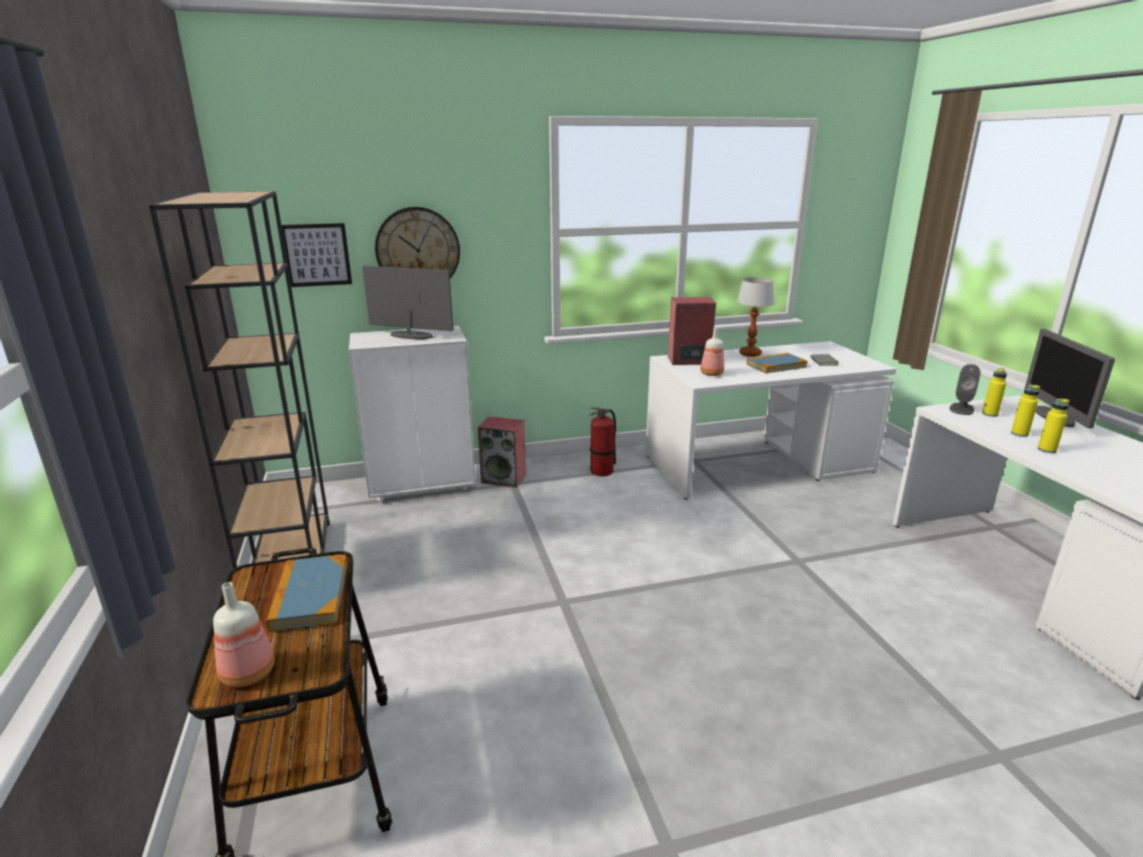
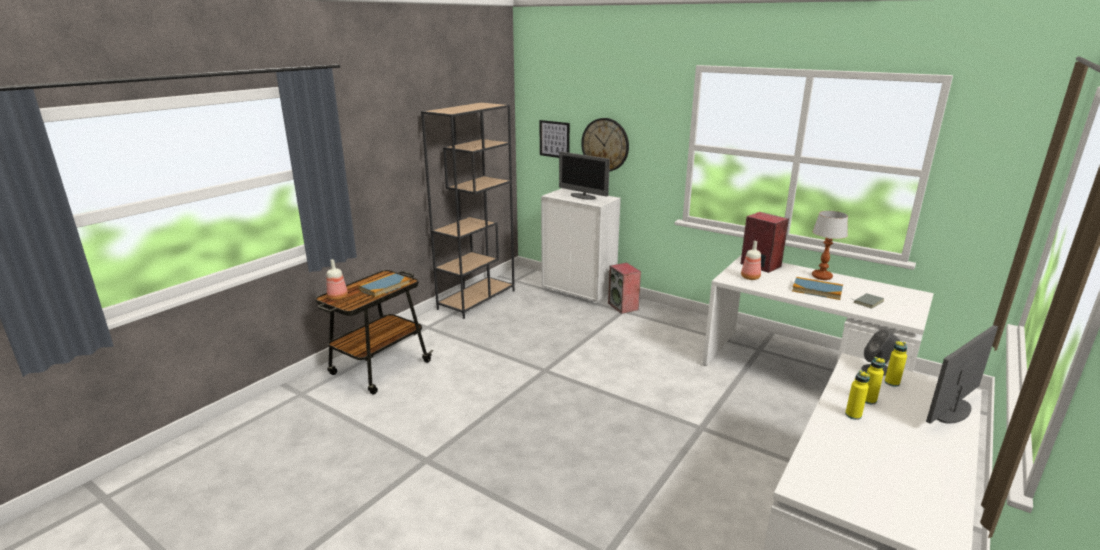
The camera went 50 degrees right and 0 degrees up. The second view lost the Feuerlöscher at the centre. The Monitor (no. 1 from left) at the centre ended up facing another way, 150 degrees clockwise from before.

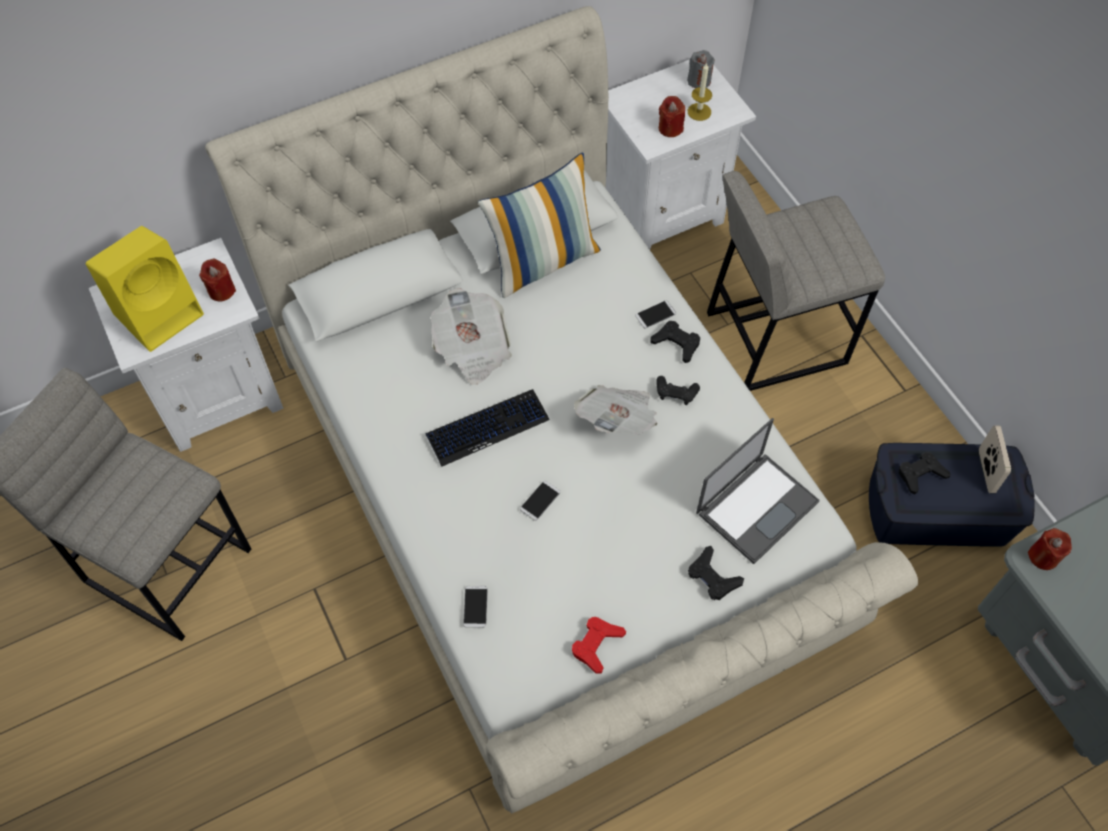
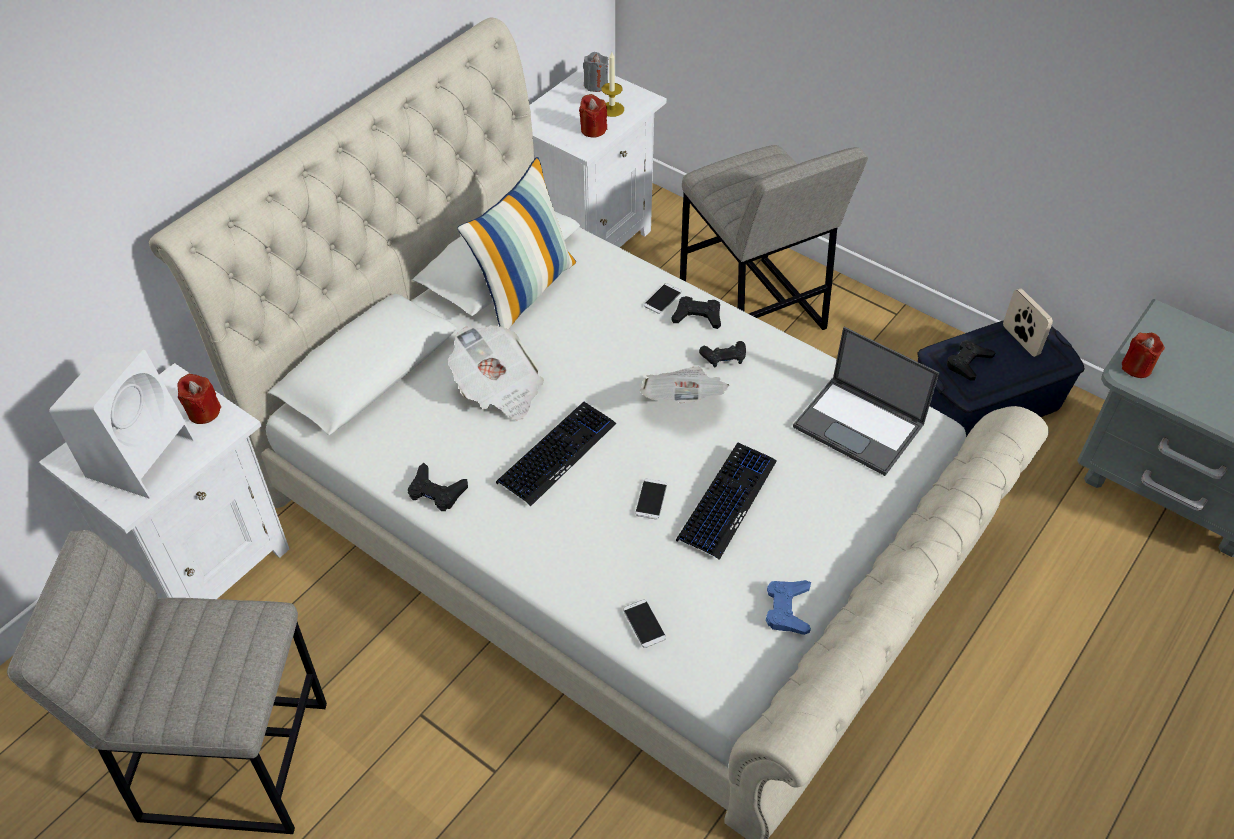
The camera went 25 degrees left and 10 degrees down. The second view gained the Tastatur (no. 2 from left) at the centre. The Gamepad [schwarz] (no. 3 from left in the first image) ended up elsewhere, having gone from the bottom centre to the centre. What was the Lautsprecher [gelb] at the middle left turned into the Lautsprecher [weiß] at the middle left. What was the Gamepad [rot] at the bottom centre turned into the Gamepad [blau] at the bottom centre. The Laptop at the middle right ended up facing another way, 105 degrees clockwise from before. The Stuhl [grau] (no. 2 from left) at the middle right ended up facing another way, 75 degrees counterclockwise from before.

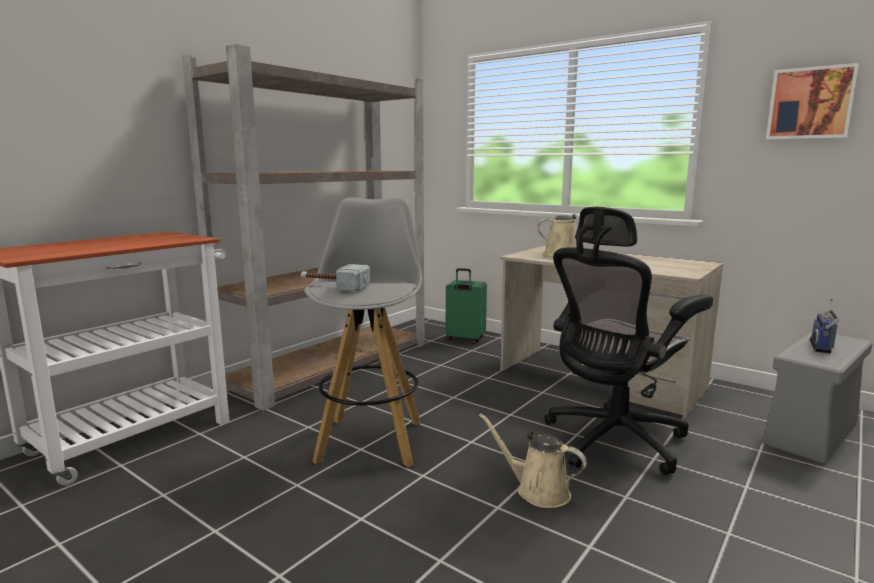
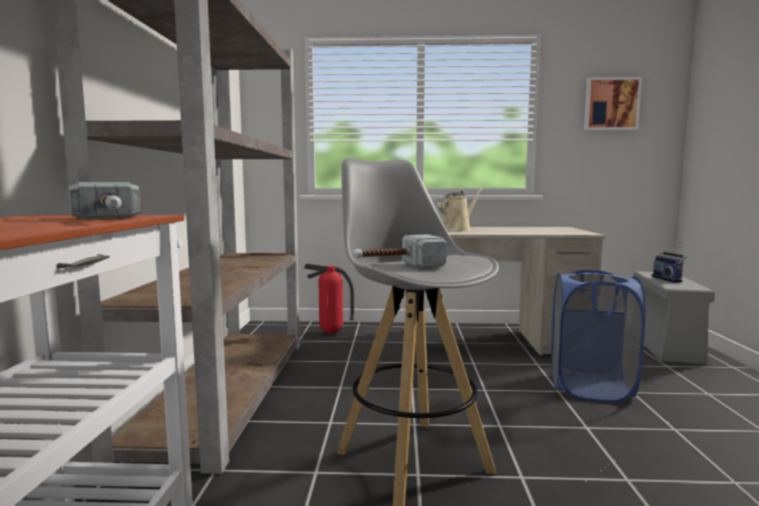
The camera went 35 degrees left and 5 degrees down. The second view lost the Gießkanne [beige] (no. 1 from left) at the bottom centre. The second view gained the Hammer (no. 1 from left) at the middle left. Where the Koffer [grün] stood at the centre, the Feuerlöscher came to stand at the centre. Where the Bürostuhl stood at the middle right, the Wäschekorb [blau] came to stand at the middle right.

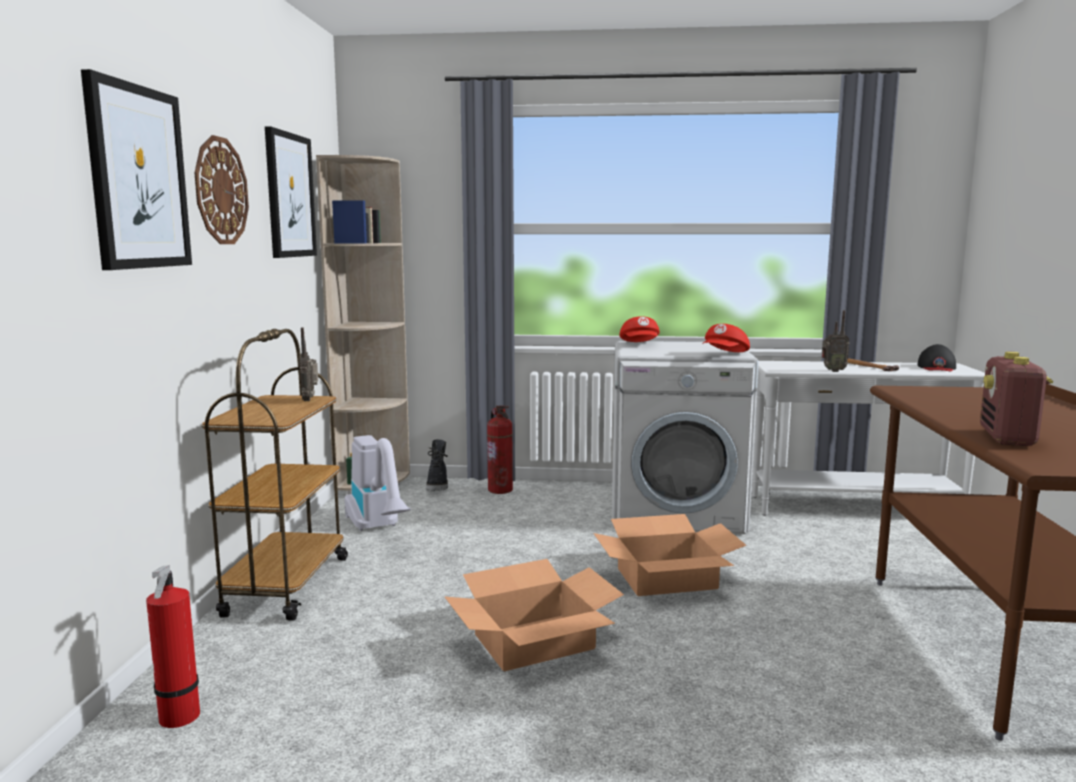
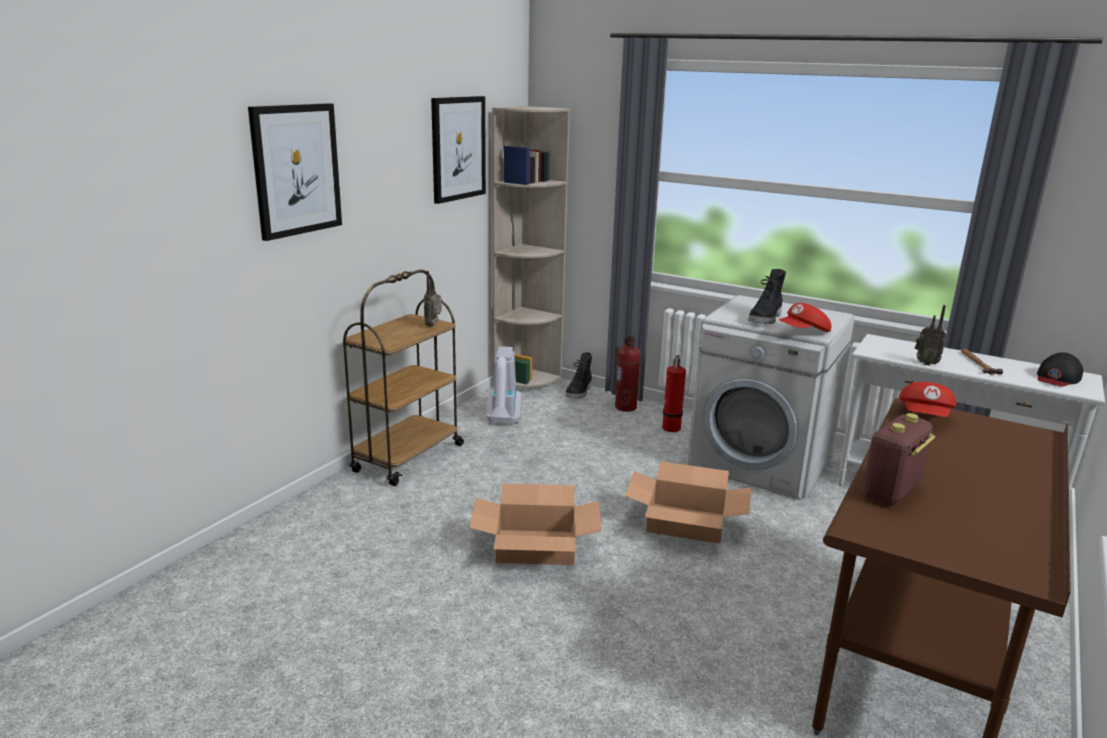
The camera went 25 degrees right and 10 degrees up. The second view lost the Wanduhr at the top left. The second view gained the Stiefel [schwarz] (no. 2 from left) at the middle right. The Feuerlöscher (no. 1 from left in the first image) ended up elsewhere, having gone from the bottom left to the centre. The Kappe [rot] (no. 1 from left in the first image) ended up elsewhere, having gone from the centre to the middle right.

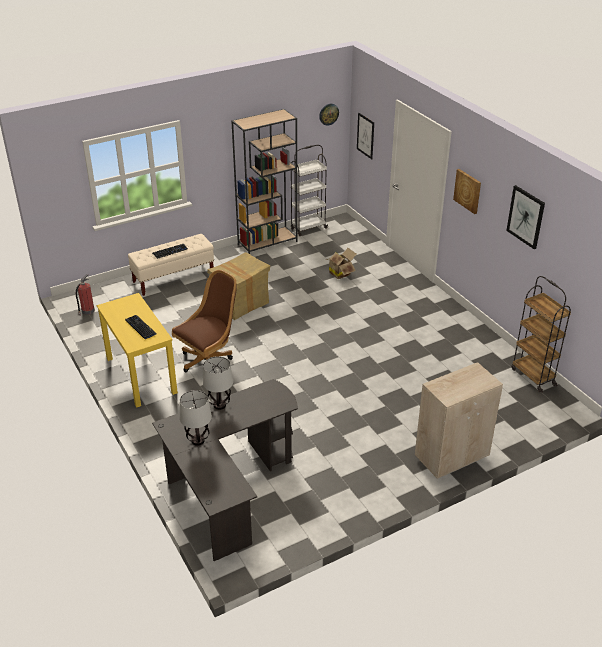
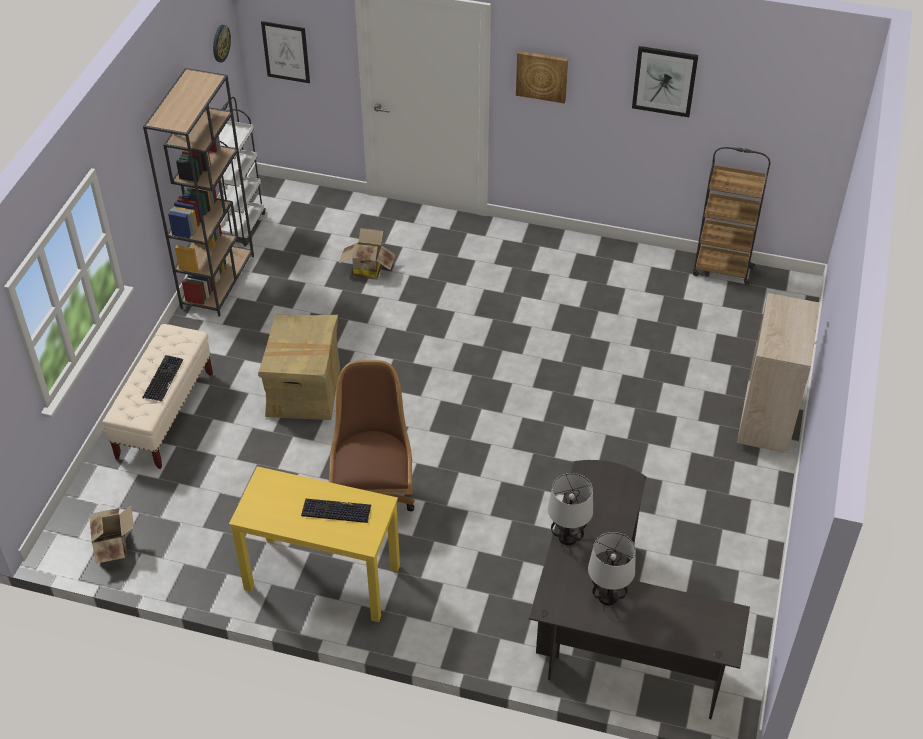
The camera went 45 degrees left and 10 degrees up. Where the Feuerlöscher stood at the middle left, the Karton (no. 1 from left) came to stand at the bottom left.

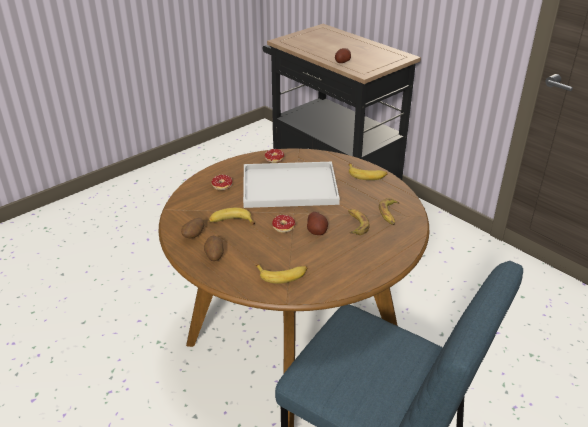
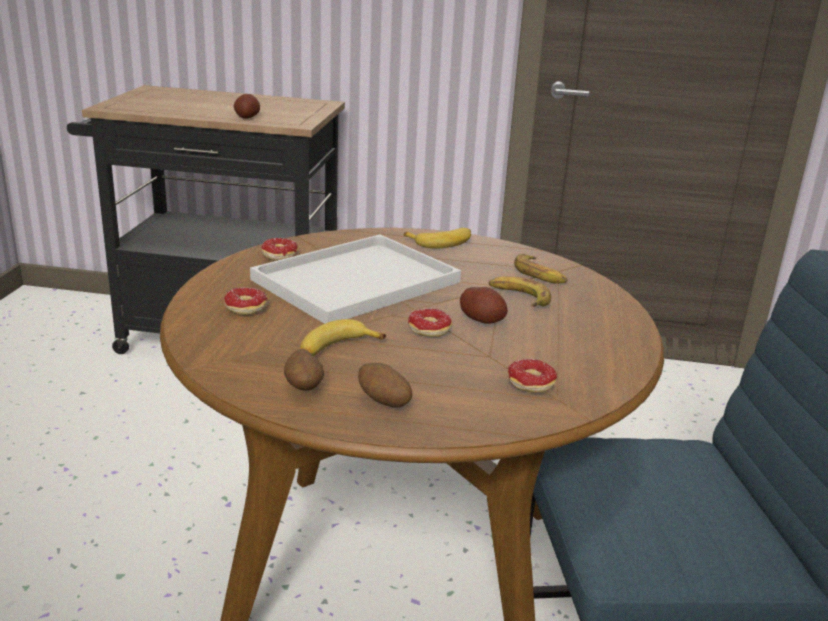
The camera went 40 degrees left and 10 degrees down. Where the Banane (no. 2 from left) stood at the centre, the Donut (no. 4 from left) came to stand at the centre.

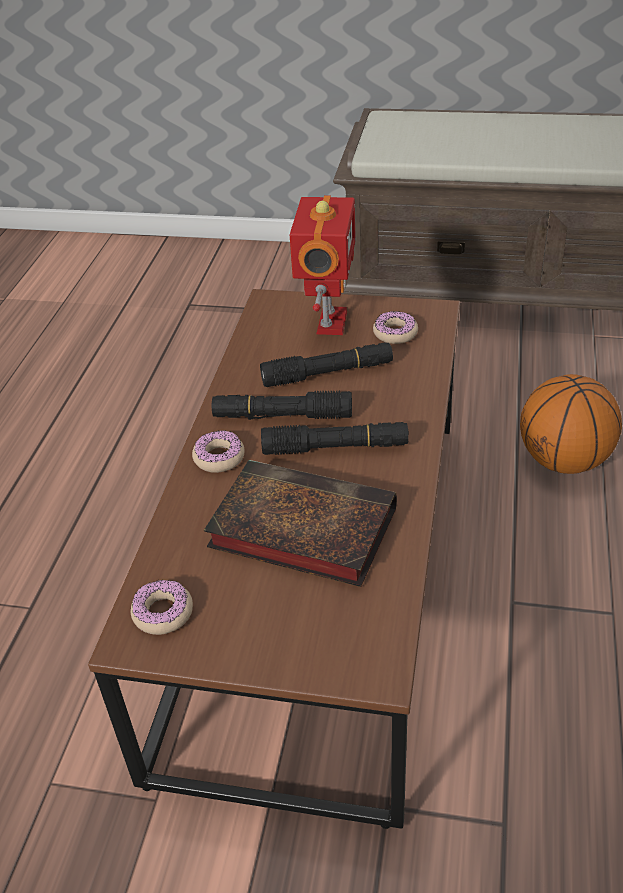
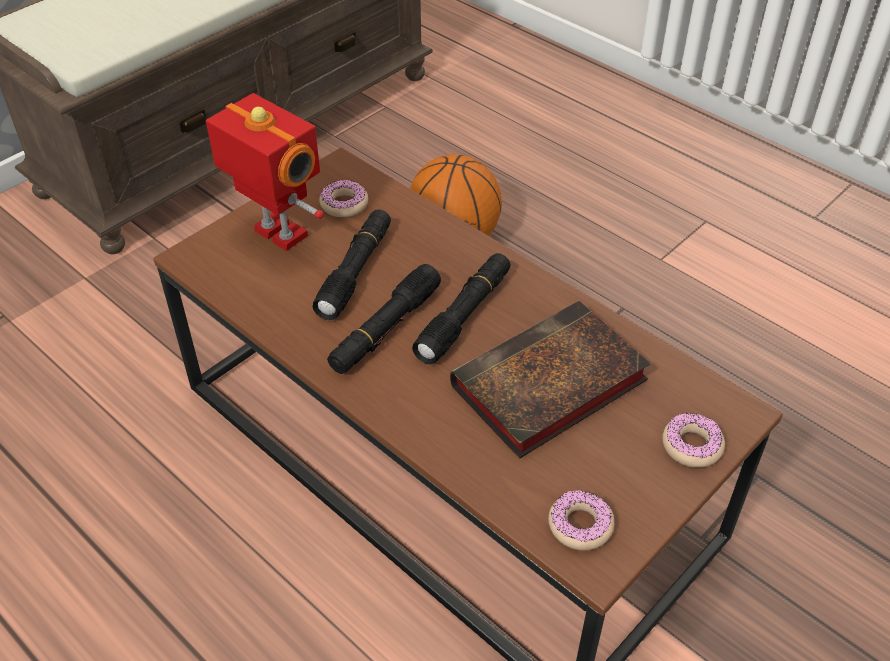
The camera went 60 degrees left and 5 degrees up. The Donut (no. 2 from left in the first image) ended up elsewhere, having gone from the centre to the middle right.

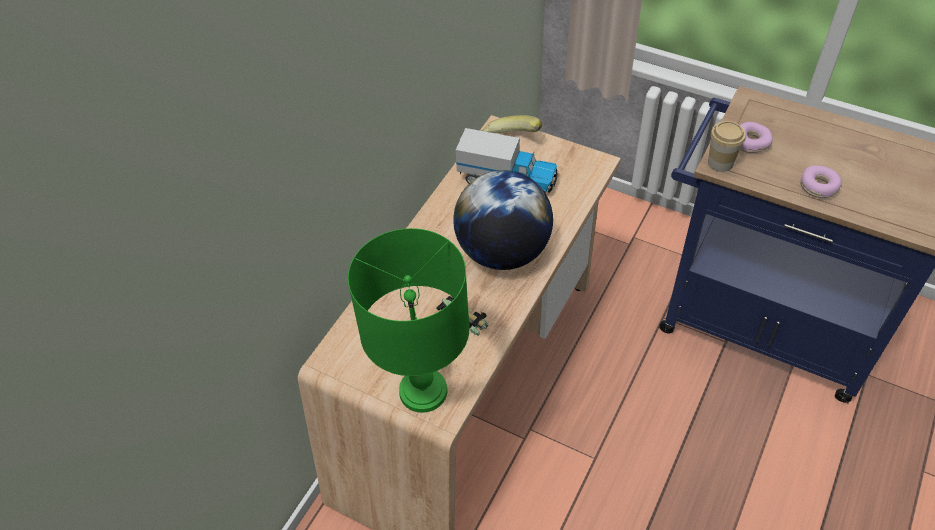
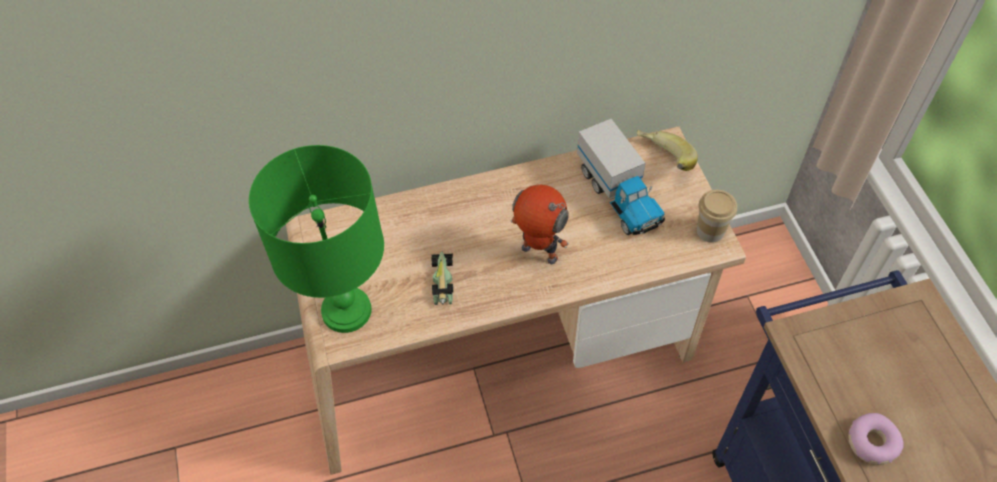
The camera went 45 degrees right and 5 degrees up. The second view lost the Donut (no. 1 from left) at the top right. The Tasse ended up elsewhere, having gone from the top right to the middle right. Where the Globus stood at the centre, the Spielzeugroboter came to stand at the centre.

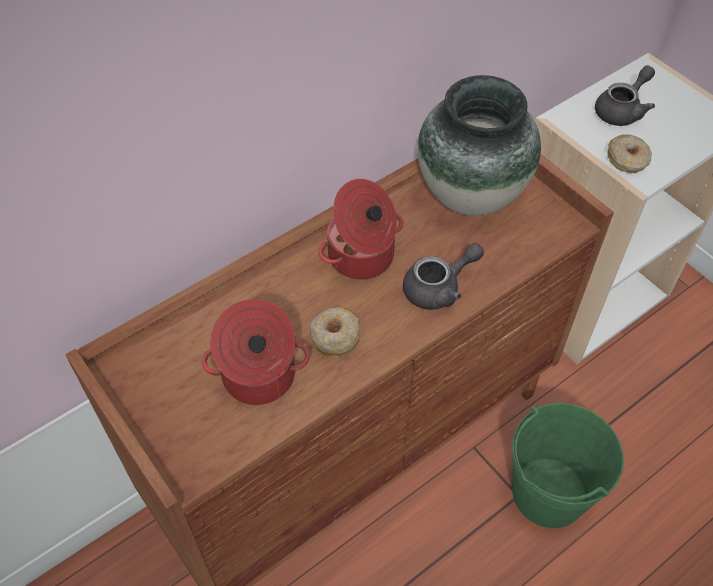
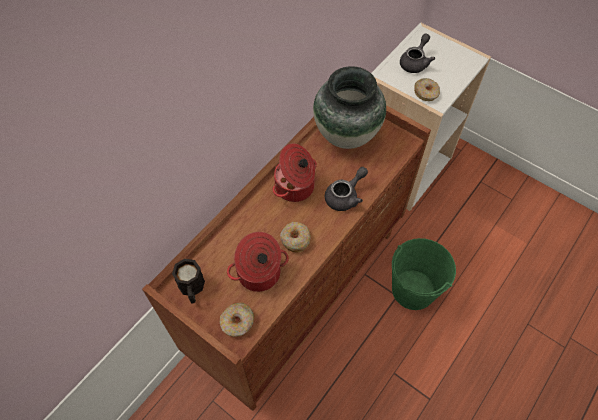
The camera went 15 degrees left and 5 degrees up. The second view gained the Henkelbecher [schwarz] at the bottom left. The second view gained the Donut (no. 1 from left) at the bottom centre.

